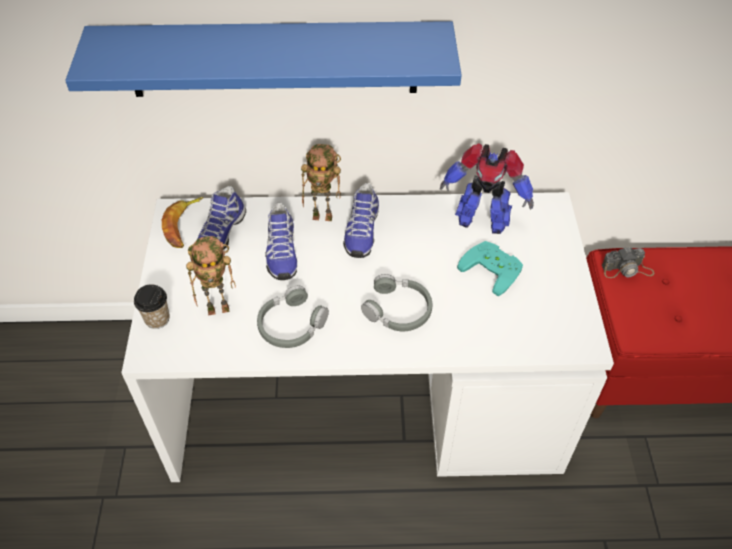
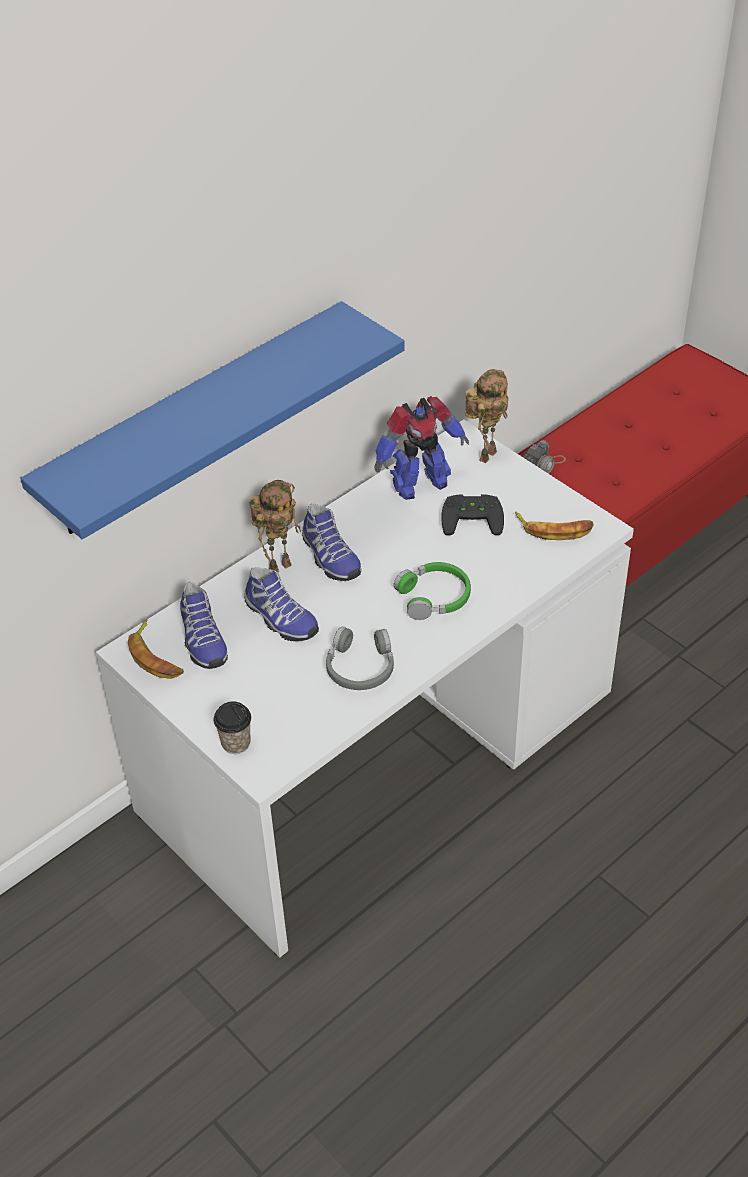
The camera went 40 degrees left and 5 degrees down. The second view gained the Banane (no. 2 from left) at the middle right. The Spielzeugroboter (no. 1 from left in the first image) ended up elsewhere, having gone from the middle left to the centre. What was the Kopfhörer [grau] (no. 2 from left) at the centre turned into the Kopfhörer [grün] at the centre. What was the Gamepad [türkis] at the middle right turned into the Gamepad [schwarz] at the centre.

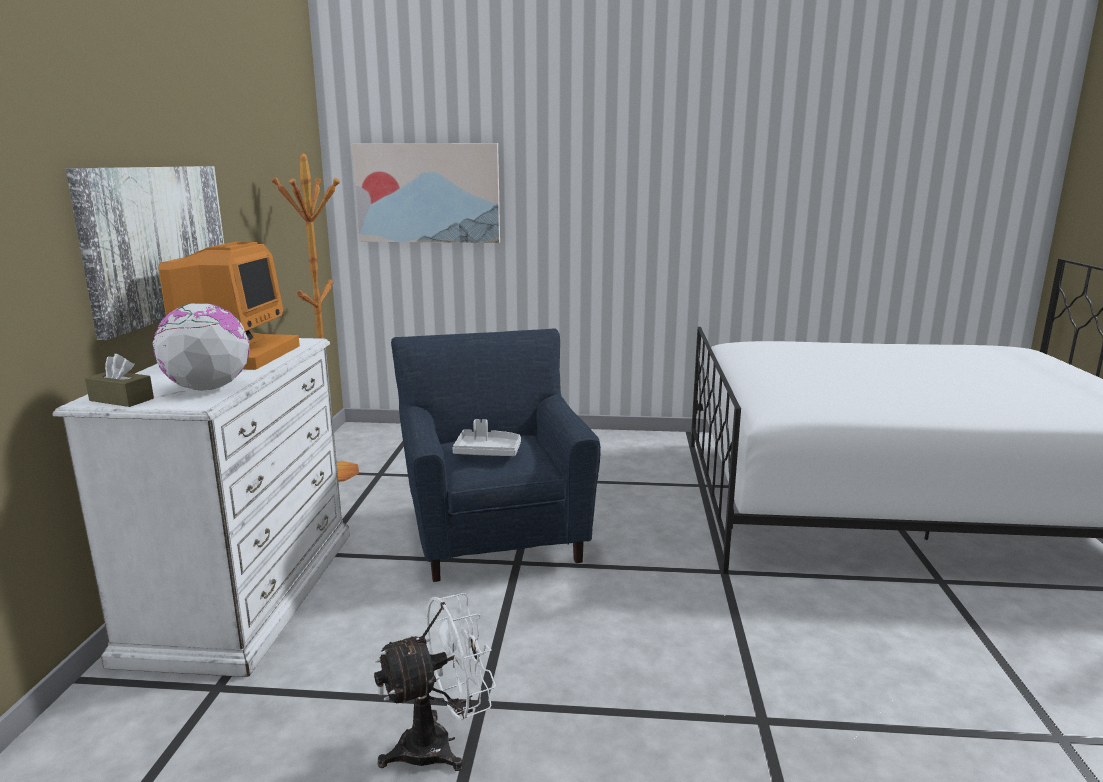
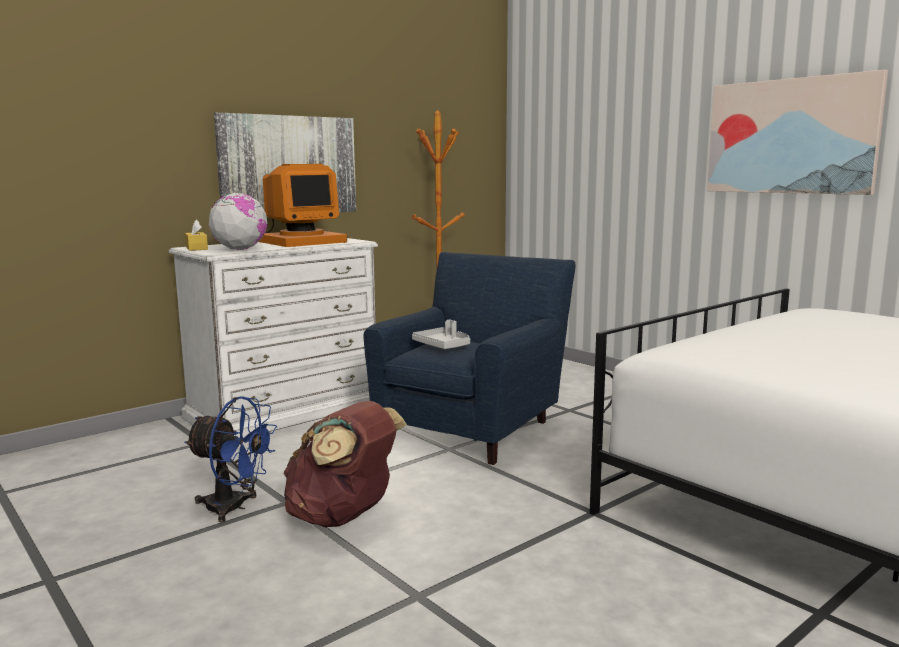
The camera went 45 degrees right and 5 degrees down. The second view gained the Rucksack [braun] at the bottom centre. The Bild (no. 2 from left) ended up elsewhere, having gone from the top centre to the top right. What was the Taschentuchbox [braun] at the middle left turned into the Taschentuchbox [gelb] at the middle left. What was the Ventilator [weiß] at the bottom centre turned into the Ventilator [blau] at the bottom left.

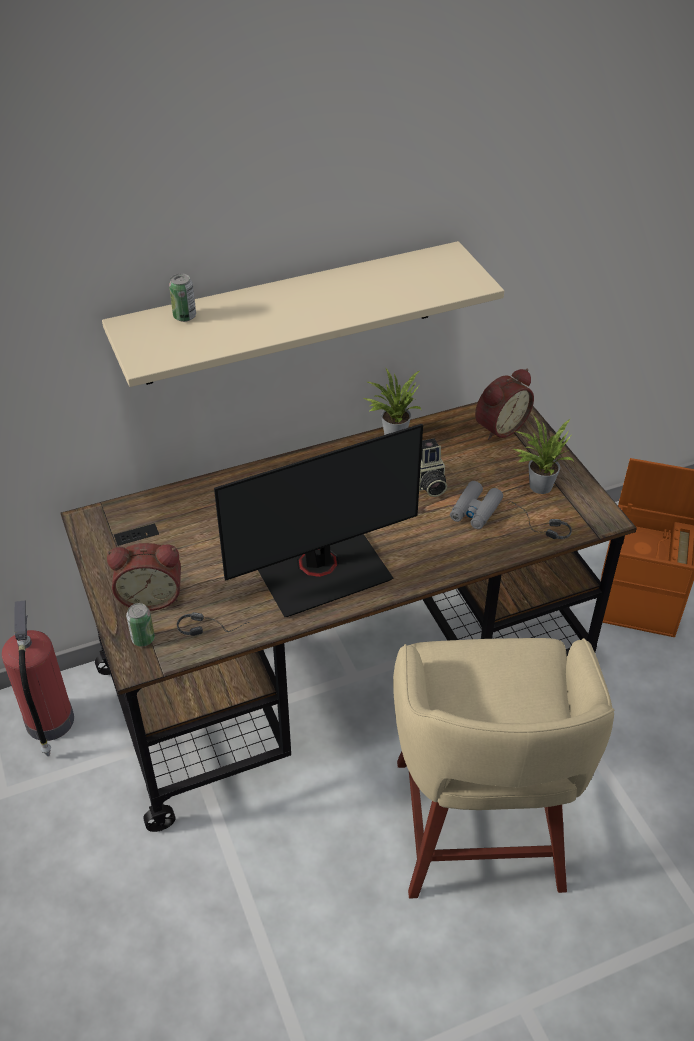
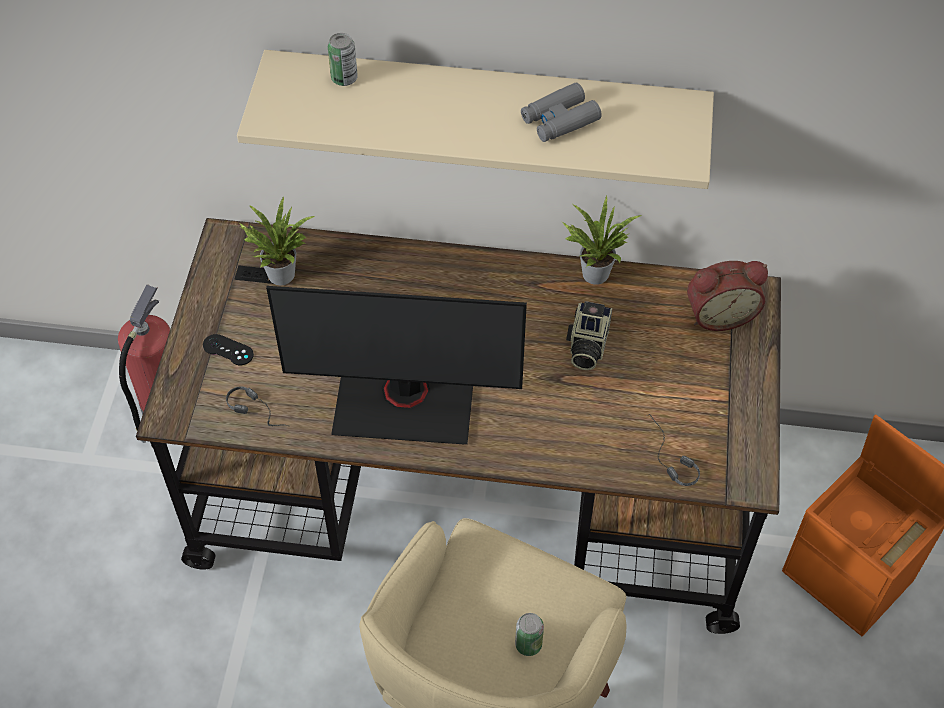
The camera went 30 degrees right and 10 degrees up. The Dose (no. 1 from left in the first image) ended up elsewhere, having gone from the middle left to the bottom centre. The Fernglas [grau] ended up elsewhere, having gone from the middle right to the top centre. The Topfpflanze (no. 2 from left in the first image) ended up elsewhere, having gone from the middle right to the middle left. Where the Wecker (no. 1 from left) stood at the middle left, the Gamepad [schwarz] came to stand at the middle left.

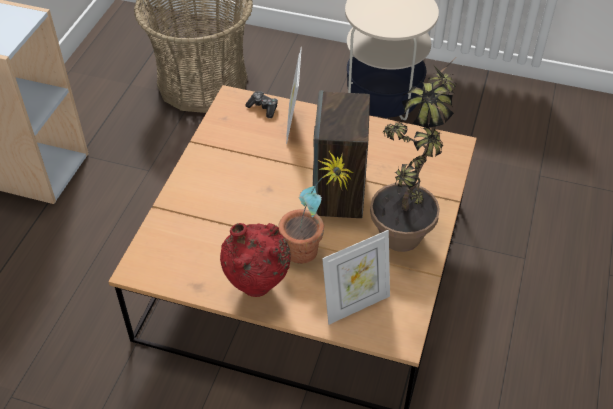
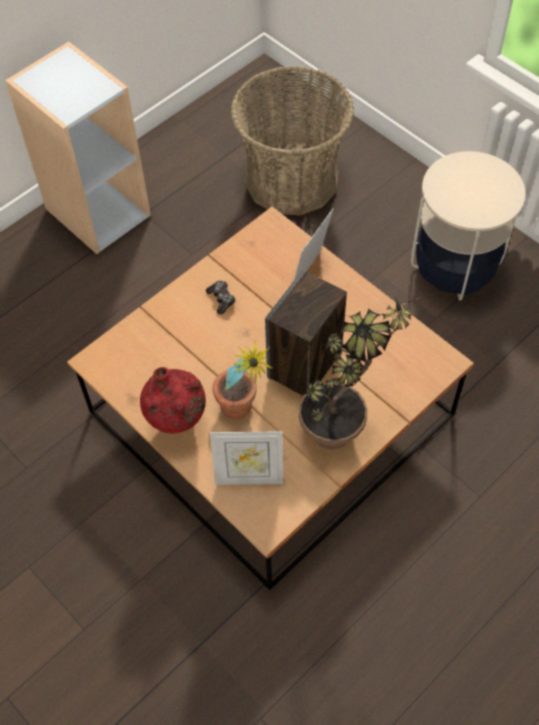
The camera went 30 degrees right and 10 degrees up. The Gamepad ended up elsewhere, having gone from the top centre to the centre.

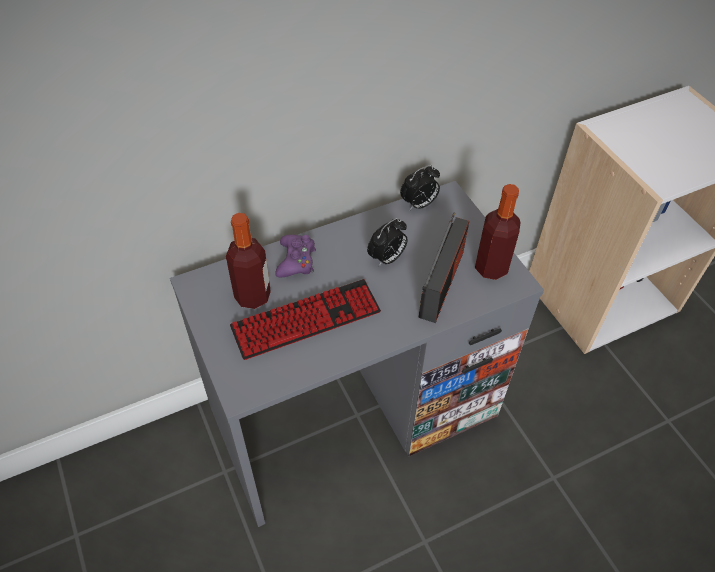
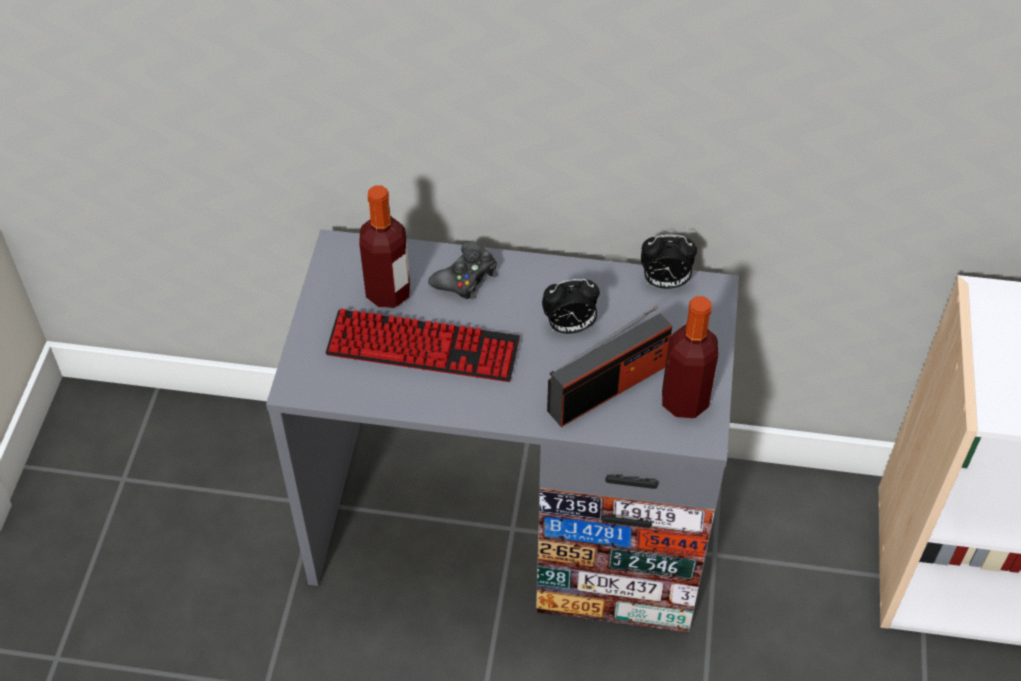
The camera went 35 degrees right and 0 degrees up. What was the Gamepad [lila] at the centre turned into the Gamepad [schwarz] at the centre.

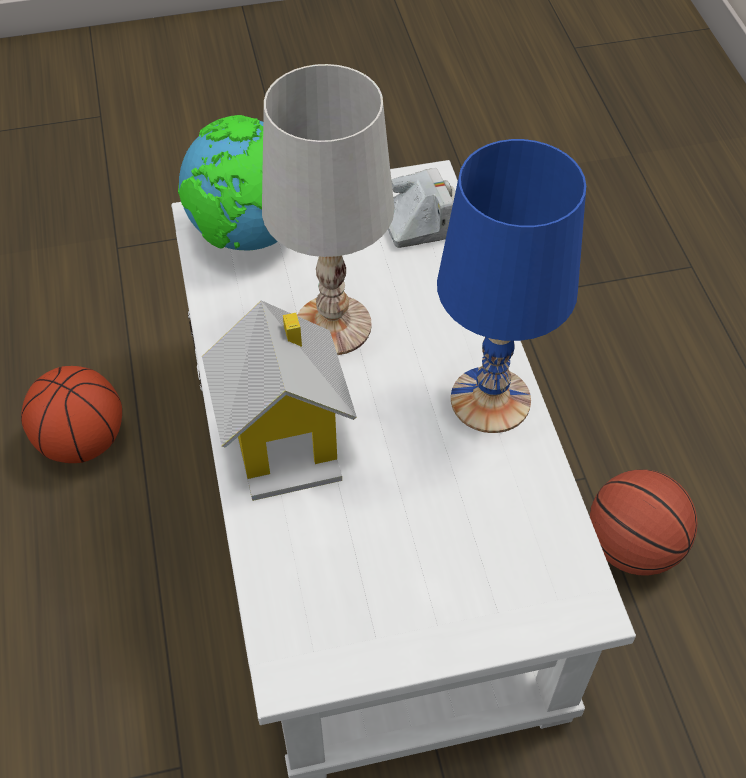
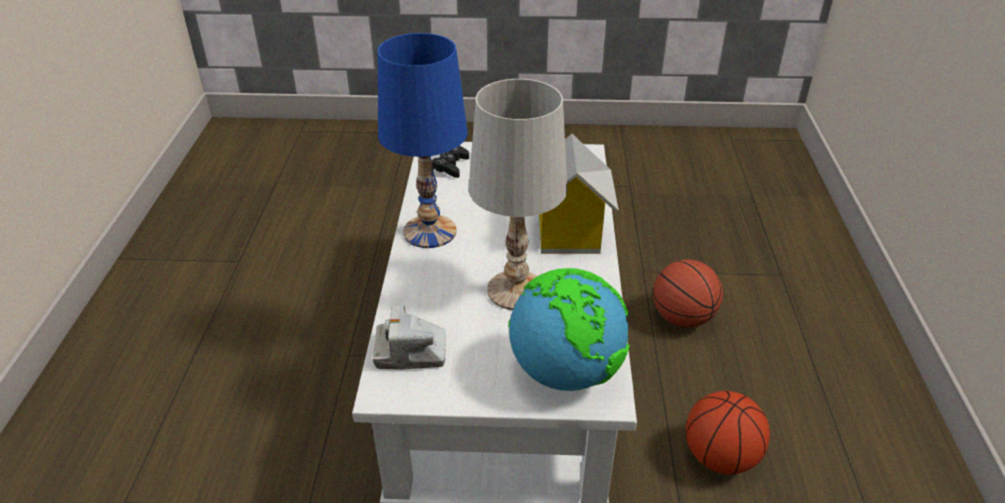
The camera went 165 degrees left and 15 degrees down. The second view gained the Gamepad [schwarz] at the top centre. The Basketball (no. 2 from left in the first image) ended up elsewhere, having gone from the bottom right to the middle right.

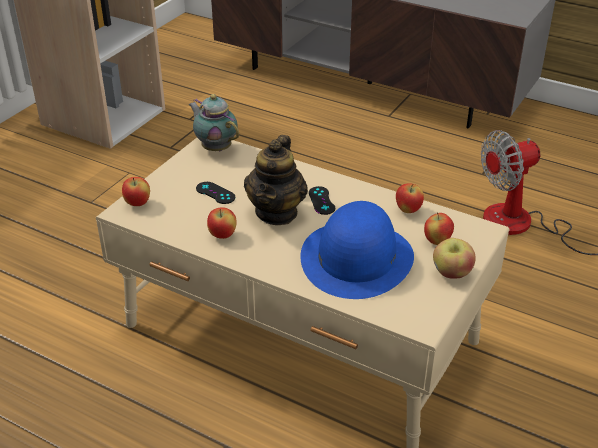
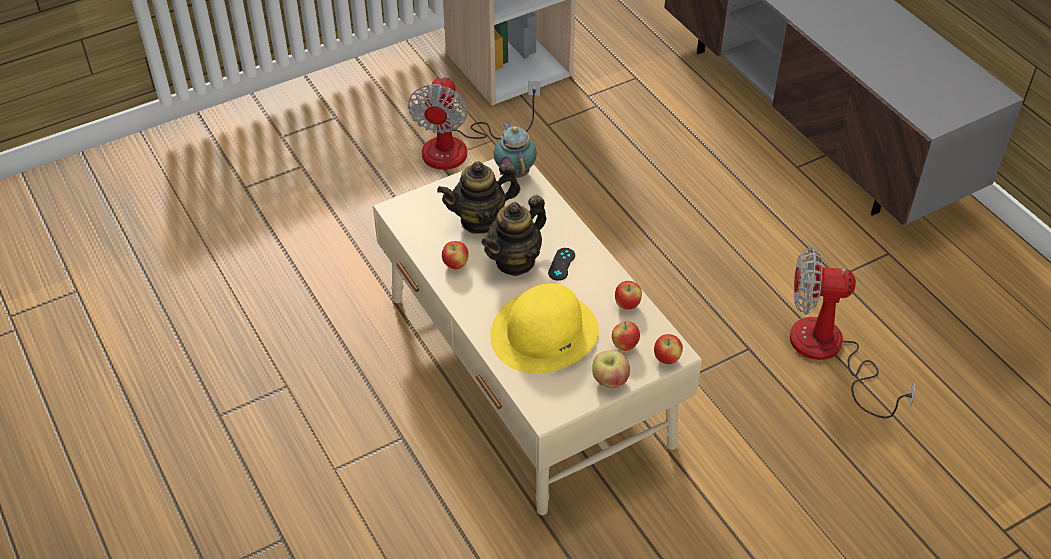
The camera went 30 degrees right and 10 degrees up. The second view gained the Ventilator (no. 1 from left) at the top centre. The Apfel (no. 1 from left in the first image) ended up elsewhere, having gone from the middle left to the centre. Where the Gamepad [schwarz] (no. 1 from left) stood at the centre, the Teekanne (no. 1 from left) came to stand at the centre. What was the Hut [blau] at the centre turned into the Hut [gelb] at the centre.

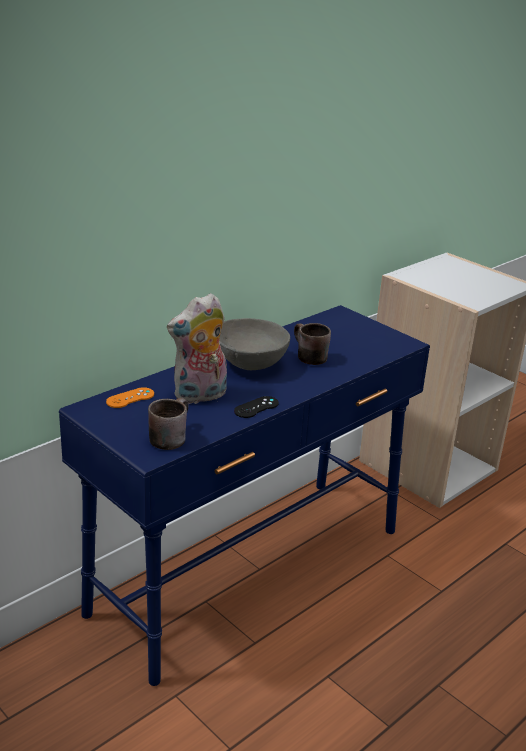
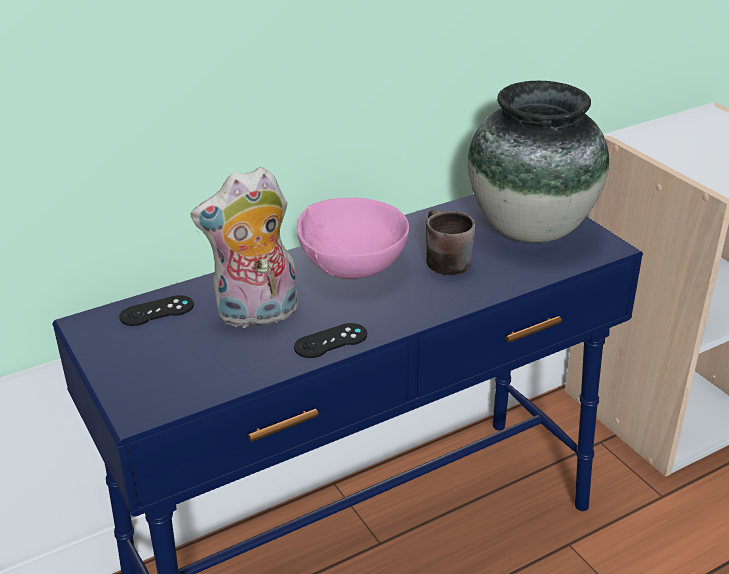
The camera went 15 degrees right and 5 degrees up. The second view lost the Henkelbecher [braun] (no. 1 from left) at the middle left. The second view gained the Vase at the top right. What was the Gamepad [orange] at the middle left turned into the Gamepad [schwarz] (no. 1 from left) at the middle left. What was the Schüssel [grau] at the centre turned into the Schüssel [rosa] at the centre.

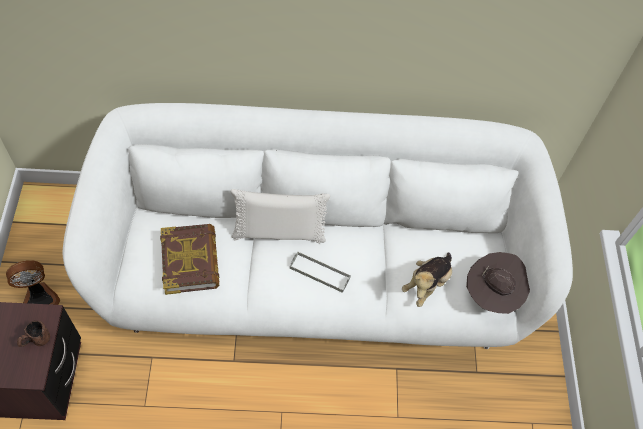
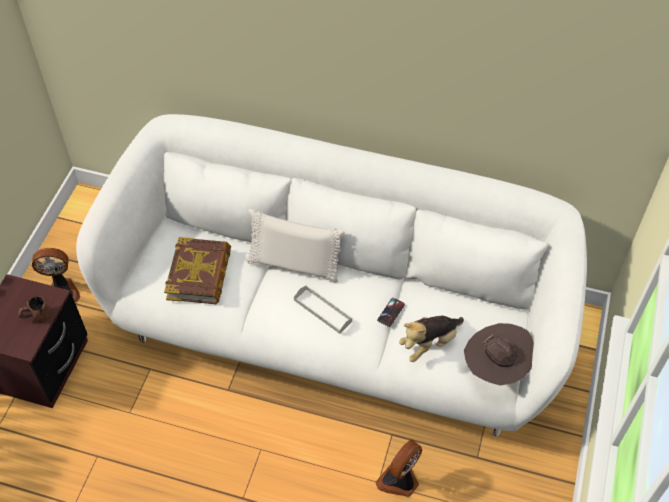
The camera went 20 degrees right and 5 degrees down. The second view gained the Ventilator (no. 2 from left) at the bottom centre. The second view gained the Handy at the centre.

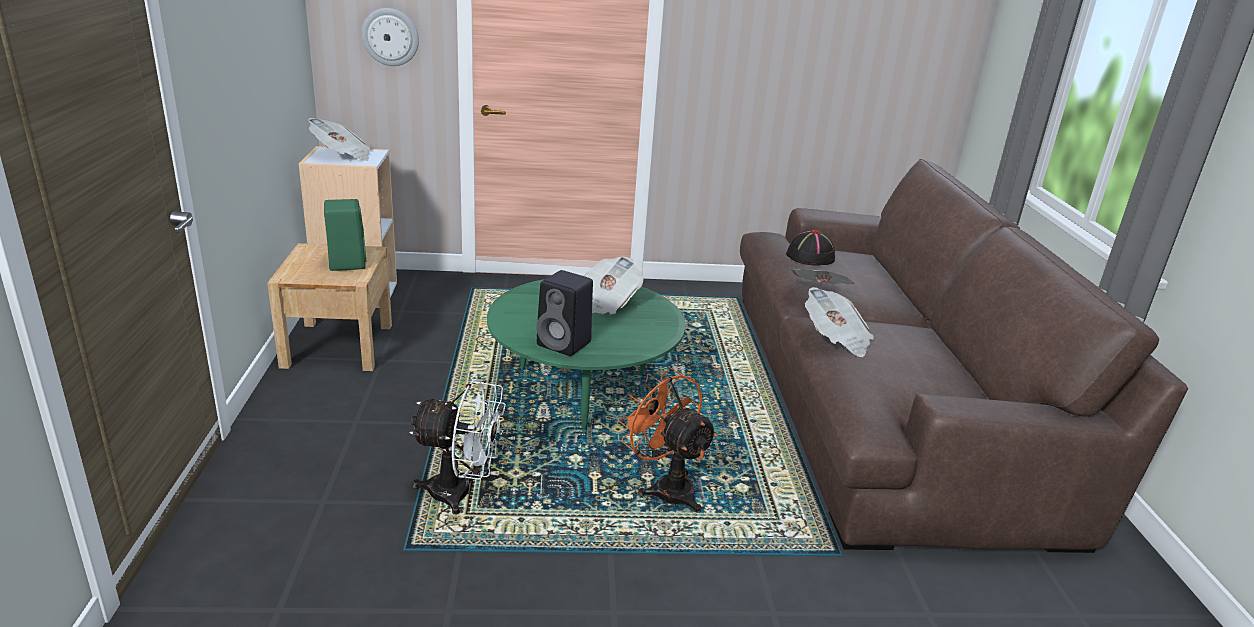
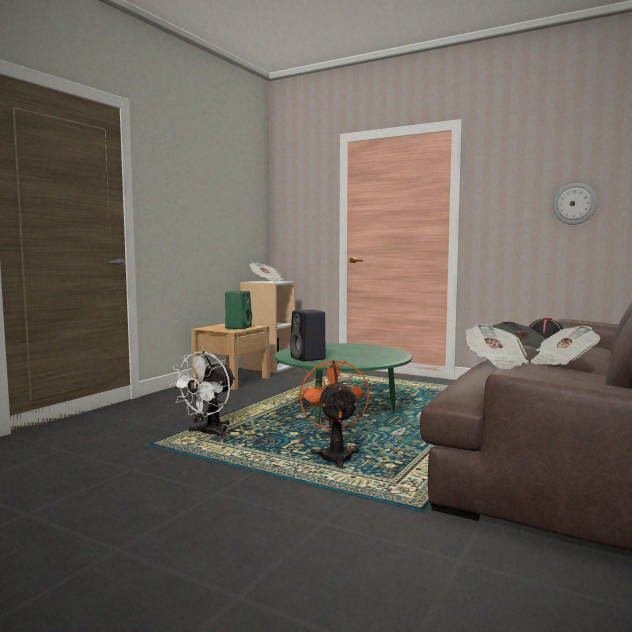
The camera went 35 degrees right and 20 degrees down. The Wanduhr ended up elsewhere, having gone from the top left to the top right. The Zeitung (no. 2 from left in the first image) ended up elsewhere, having gone from the centre to the middle right. The Ventilator [weiß] at the bottom centre ended up facing another way, 75 degrees clockwise from before.

